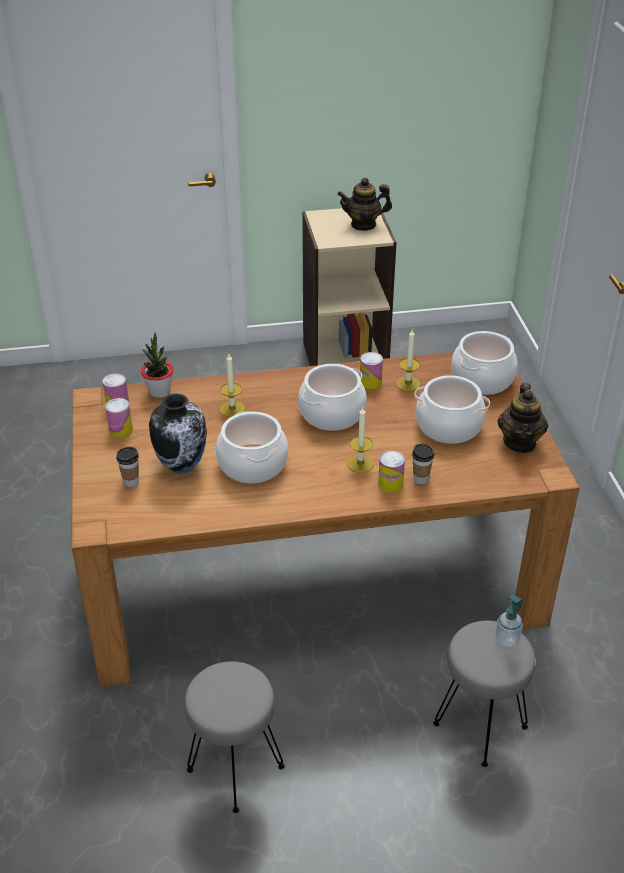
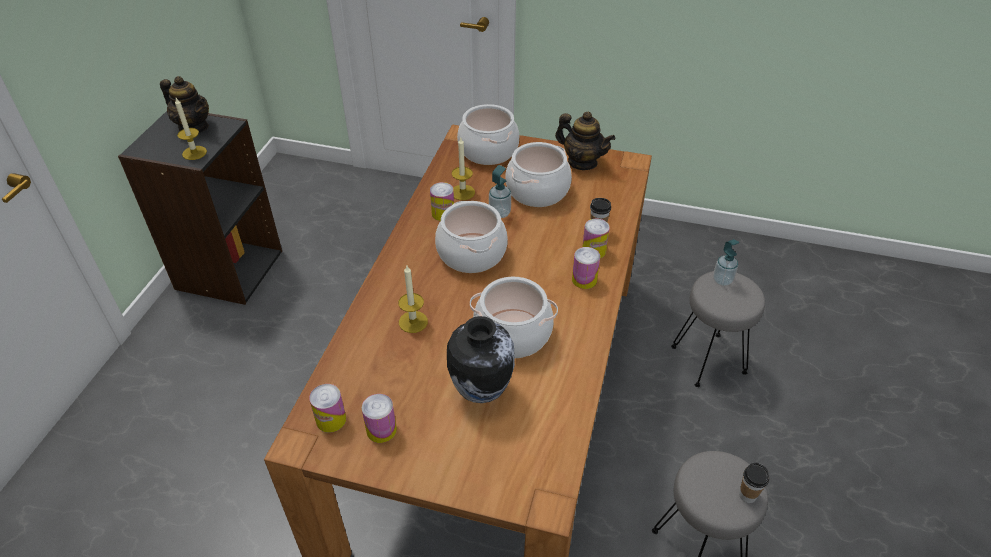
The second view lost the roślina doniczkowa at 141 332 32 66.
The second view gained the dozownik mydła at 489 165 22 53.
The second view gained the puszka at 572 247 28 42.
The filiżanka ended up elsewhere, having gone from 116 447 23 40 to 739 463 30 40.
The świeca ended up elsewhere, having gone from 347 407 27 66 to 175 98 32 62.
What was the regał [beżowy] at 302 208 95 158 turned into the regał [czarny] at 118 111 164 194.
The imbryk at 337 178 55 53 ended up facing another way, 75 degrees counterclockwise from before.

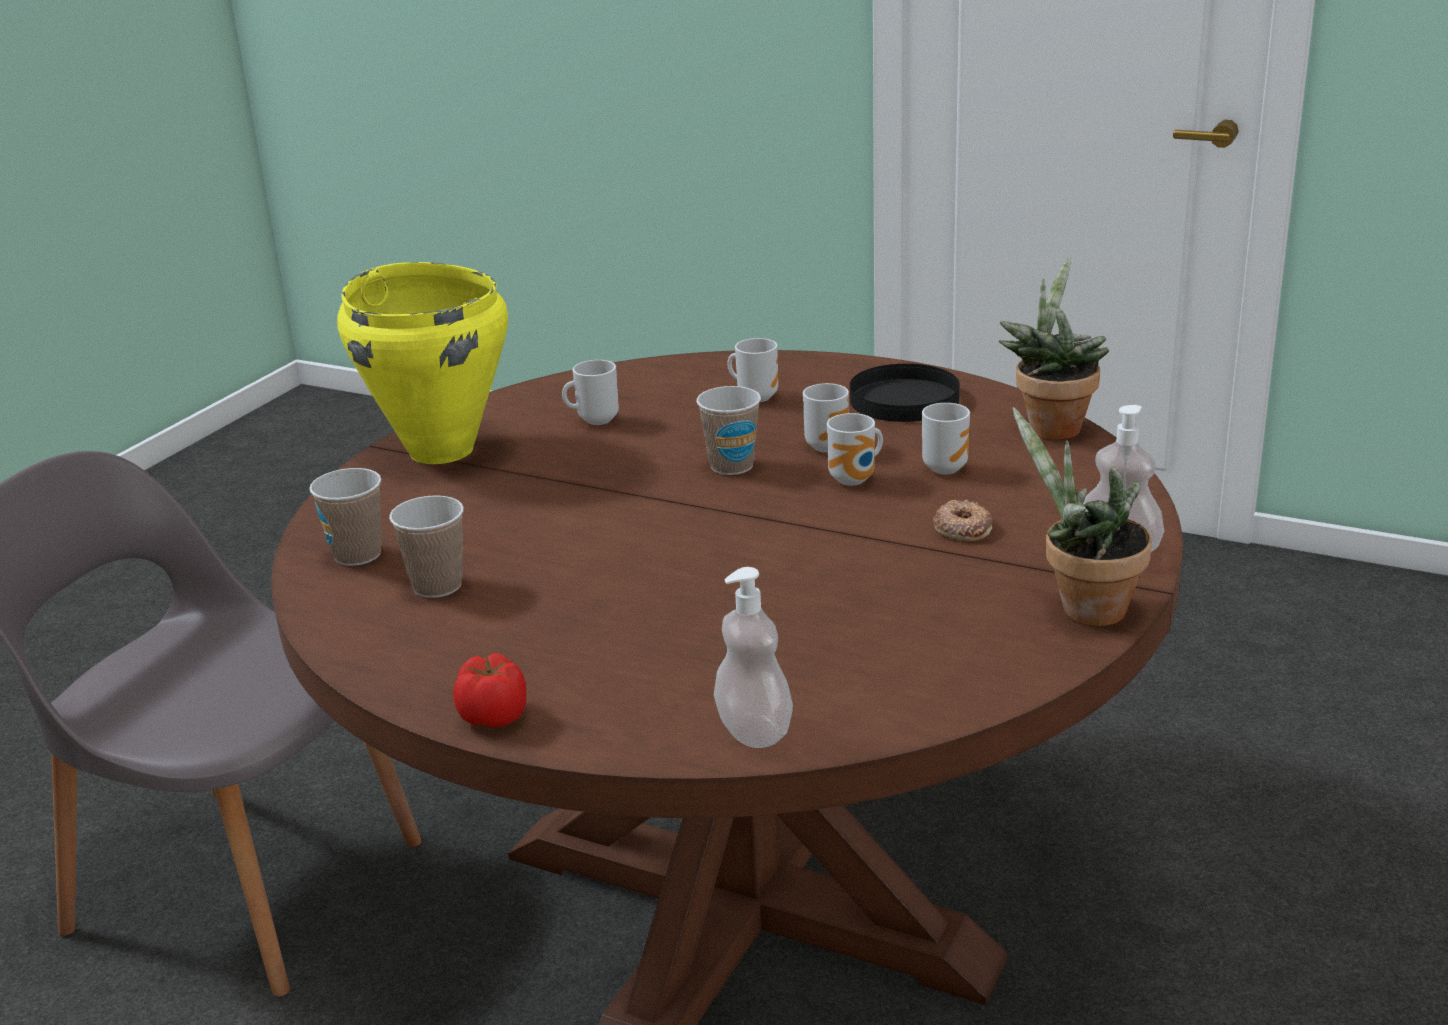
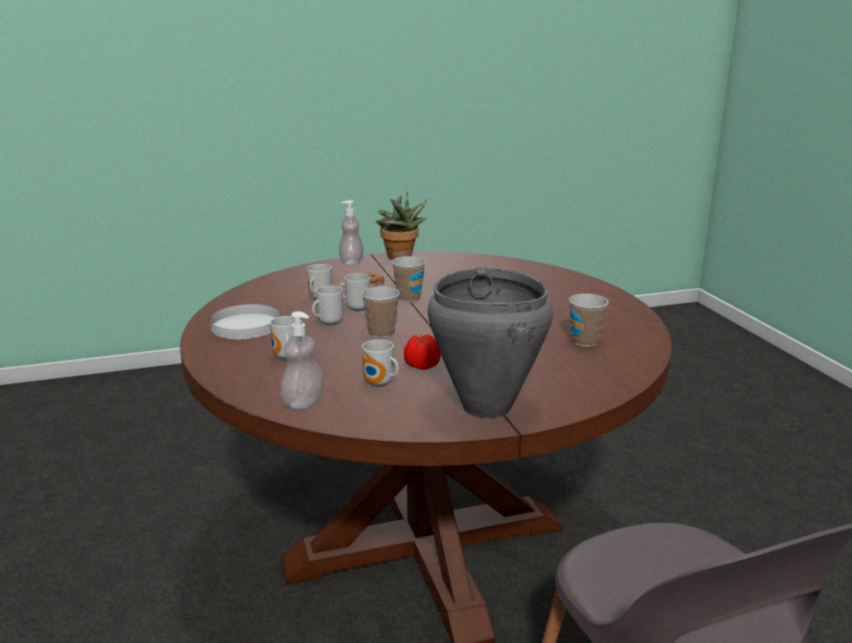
The second view lost the roślina doniczkowa at 999 257 110 183.
The filiżanka ended up elsewhere, having gone from 309 468 73 98 to 392 256 34 46.
The pomidor ended up elsewhere, having gone from 453 653 73 75 to 404 334 37 36.
The dozownik mydła ended up elsewhere, having gone from 714 567 79 181 to 280 311 44 99.
What was the garnek [żółty] at 337 262 171 202 turned into the garnek [szary] at 428 268 125 151.
What was the talerz [czarny] at 850 364 110 58 turned into the talerz [biały] at 210 304 70 35.

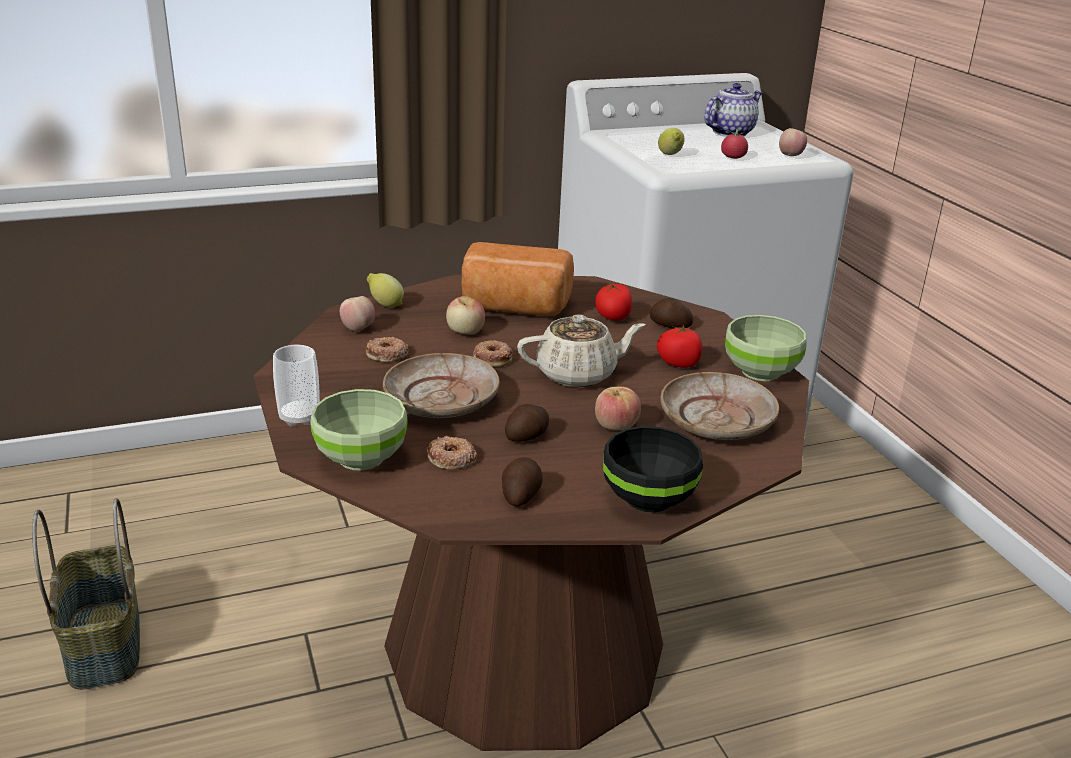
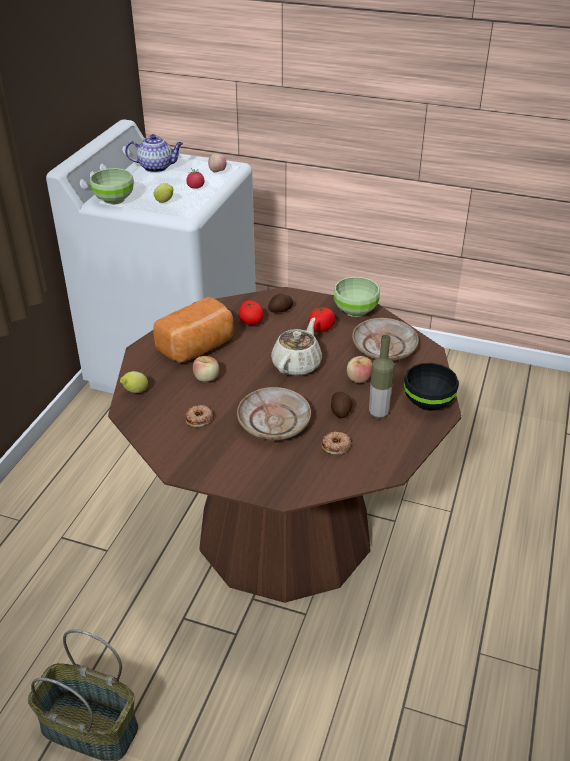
The second view lost the filiżanka at 273 345 47 82.
The second view lost the jabłko at 340 296 35 35.
The second view lost the donut at 473 340 40 27.
The second view lost the ziemniak at 502 457 40 49.
The second view gained the butelka at 369 335 26 84.
The miska [zielony] ended up elsewhere, having gone from 310 389 97 81 to 90 168 44 36.
The imbryk at 704 83 59 54 ended up facing another way, 90 degrees clockwise from before.

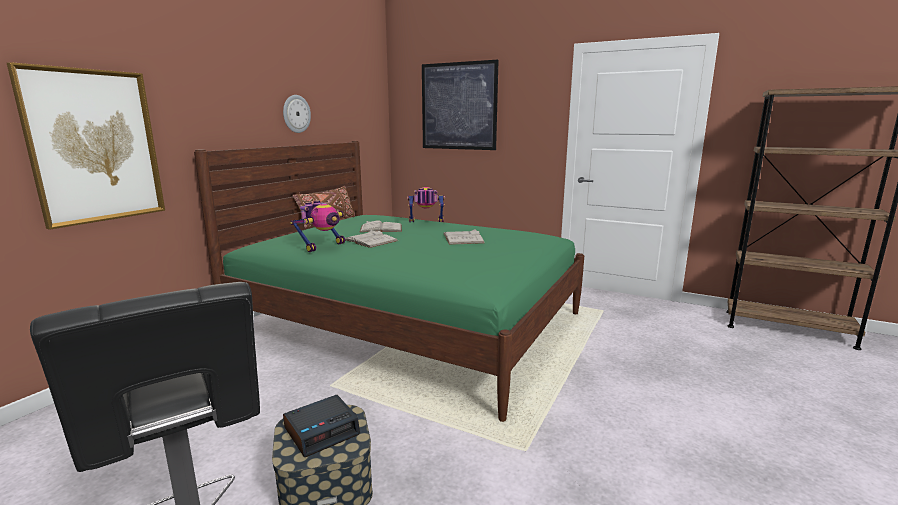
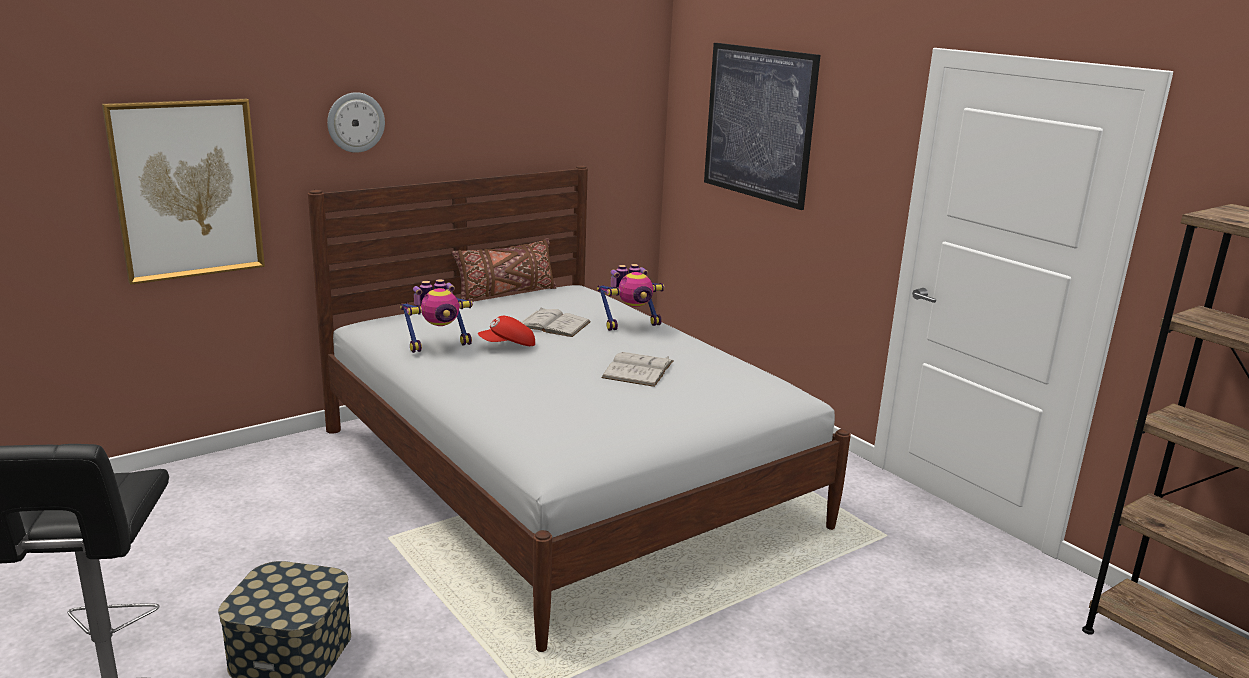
The second view lost the budzik at 283 394 77 63.
The zegar ścienny ended up elsewhere, having gone from 283 95 28 38 to 327 92 58 61.
Where the książka [biały] stood at 345 230 53 18, the czapka z daszkiem [czerwony] came to stand at 478 316 57 30.
What was the łóżko [zielony] at 194 141 390 281 turned into the łóżko [biały] at 308 165 543 487.
The robot zabawkowy at 407 187 38 35 ended up facing another way, 135 degrees clockwise from before.

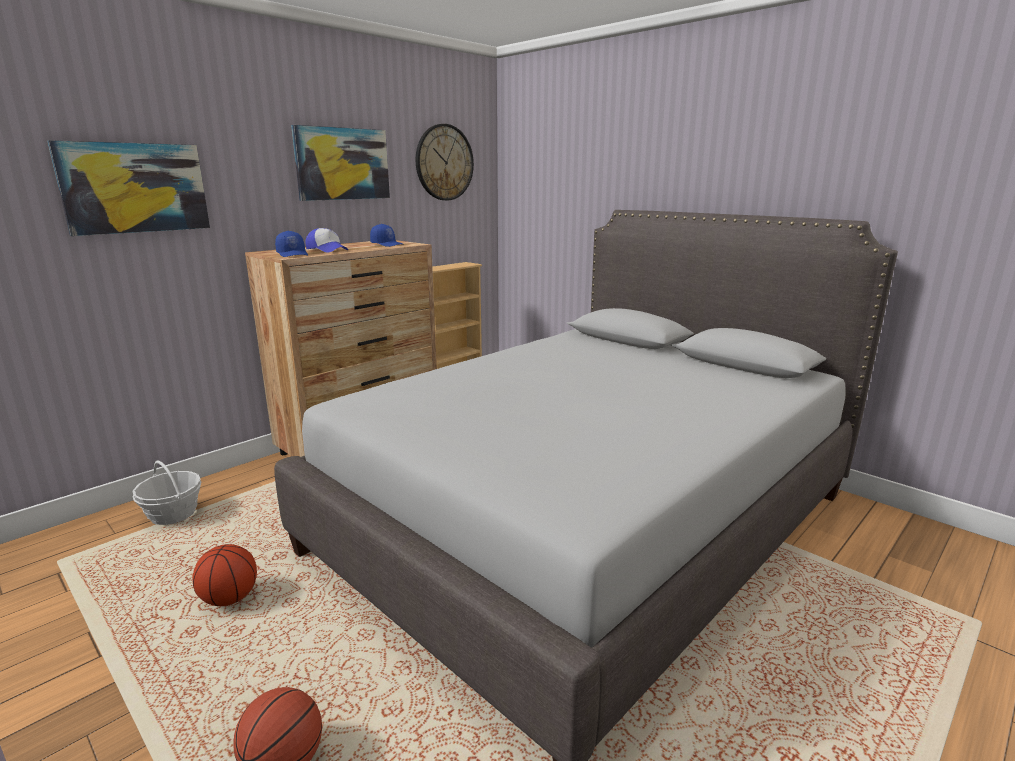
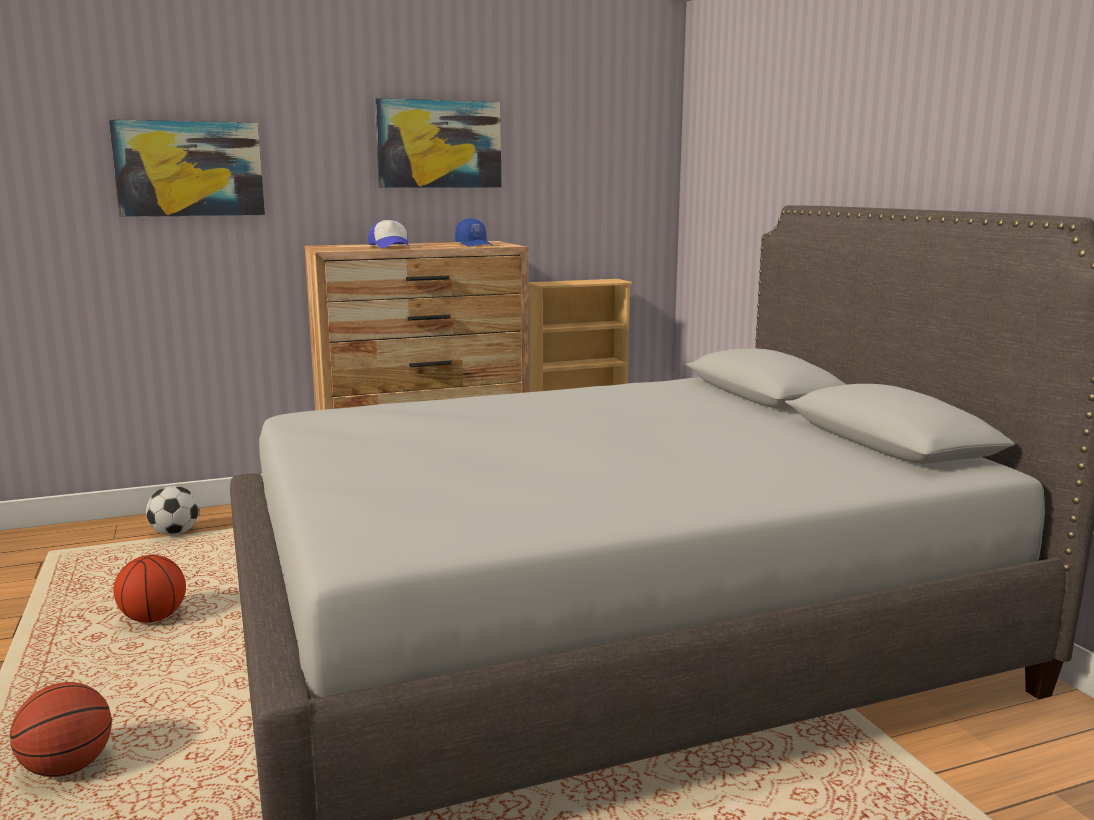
The second view lost the czapka z daszkiem [niebieski] at 275 231 33 26.
The second view lost the zegar ścienny at 416 124 58 76.
Where the koszyk stood at 133 461 68 64, the piłka futbolowa came to stand at 146 486 53 49.

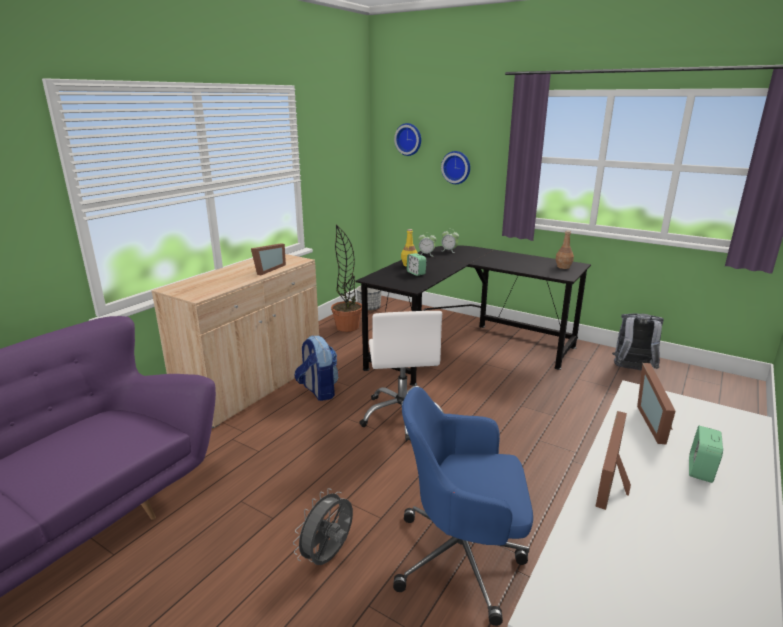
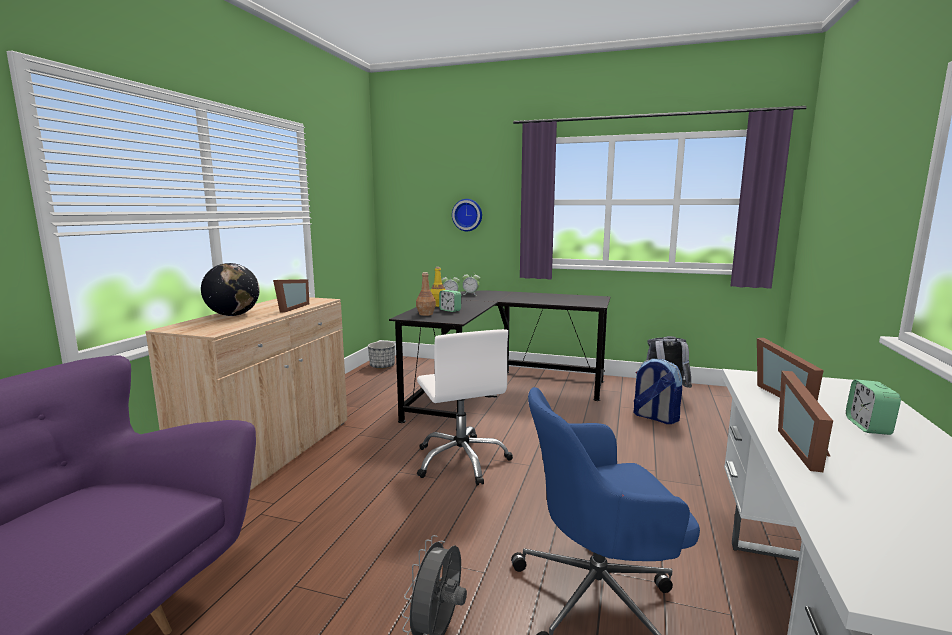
The second view lost the roślina doniczkowa at 331 225 31 107.
The second view lost the zegar ścienny at 394 123 27 33.
The second view gained the globus at 201 263 59 53.
The plecak ended up elsewhere, having gone from 295 336 44 65 to 634 358 48 66.
The butelka [brązowy] ended up elsewhere, having gone from 556 231 18 38 to 416 272 20 44.

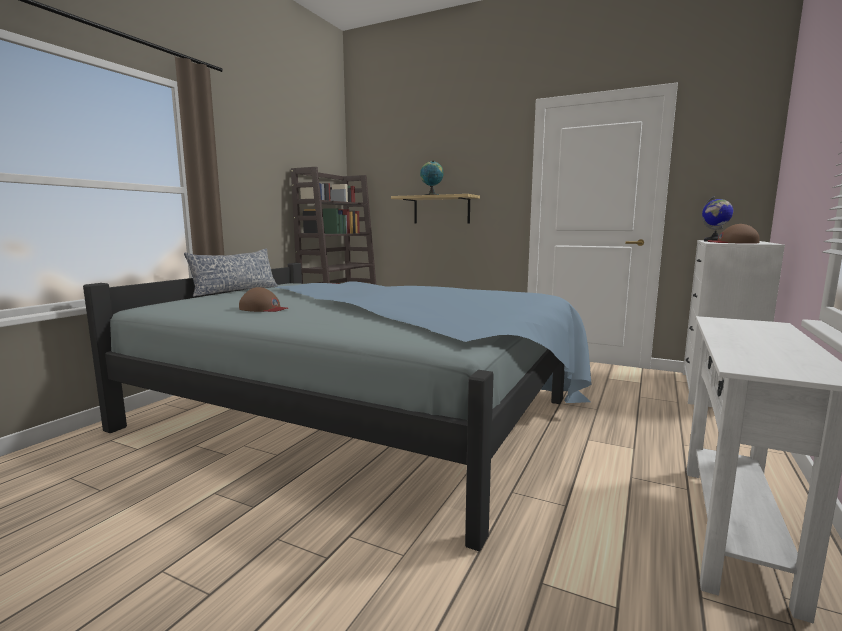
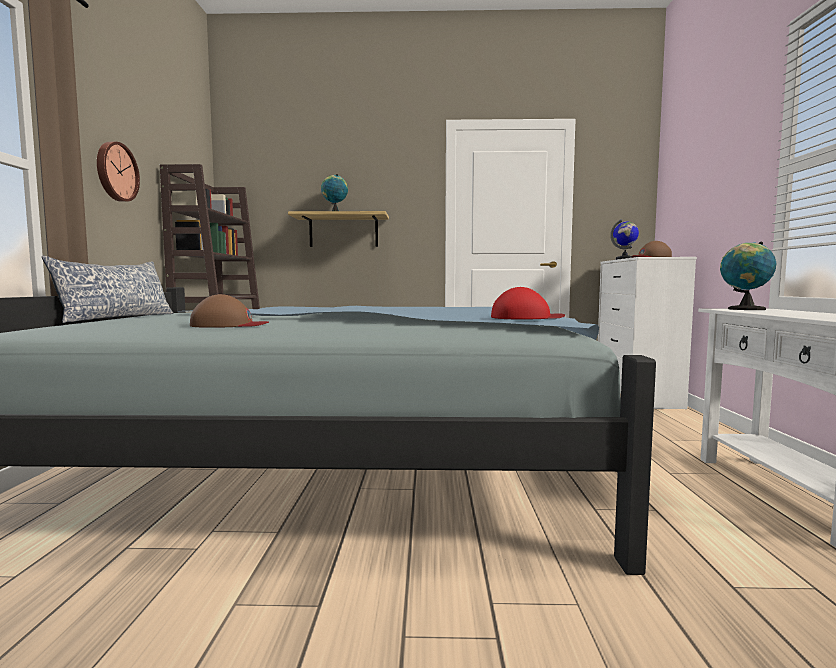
The second view gained the zegar ścienny at 97 142 43 60.
The second view gained the czapka z daszkiem [czerwony] at 491 287 74 32.
The second view gained the globus at 720 242 56 68.

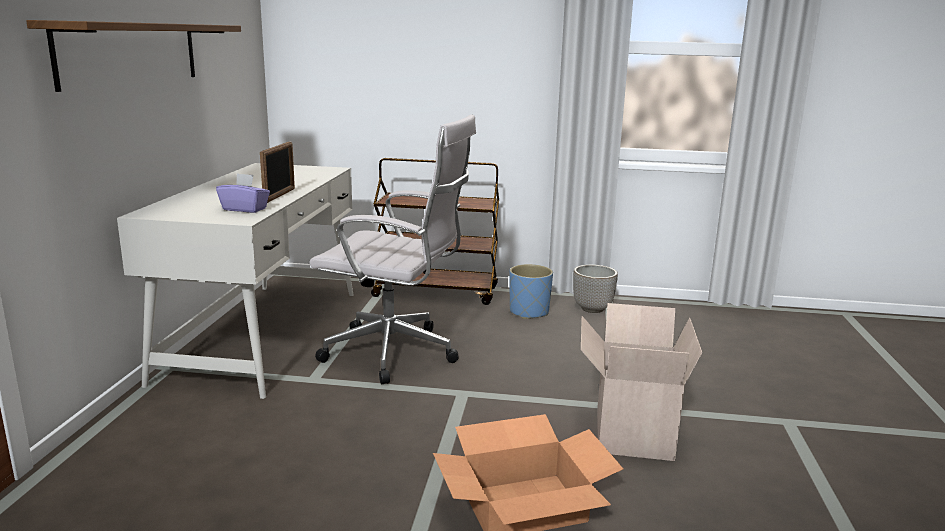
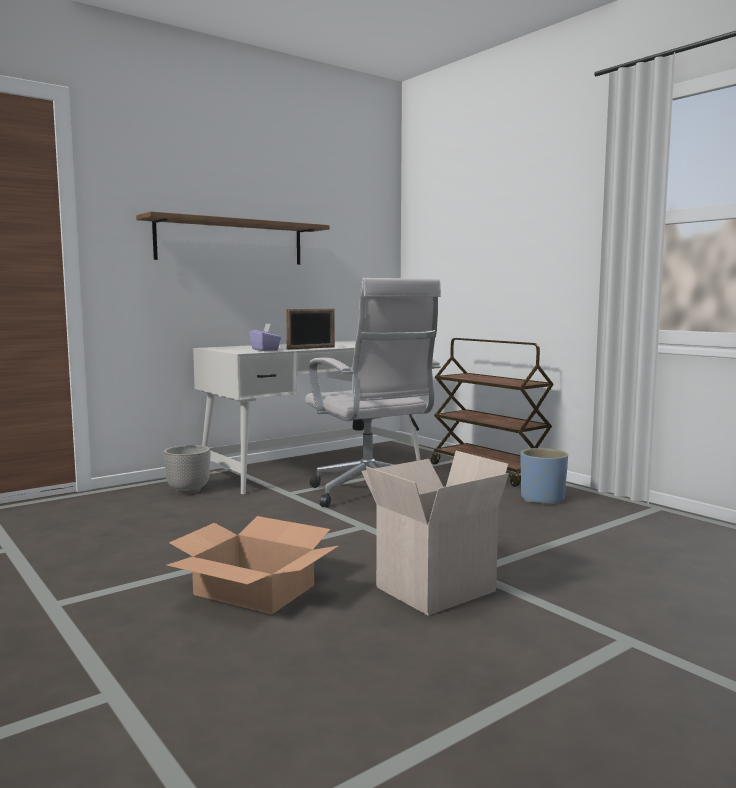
The donica ended up elsewhere, having gone from 573 265 45 48 to 163 445 47 49.

